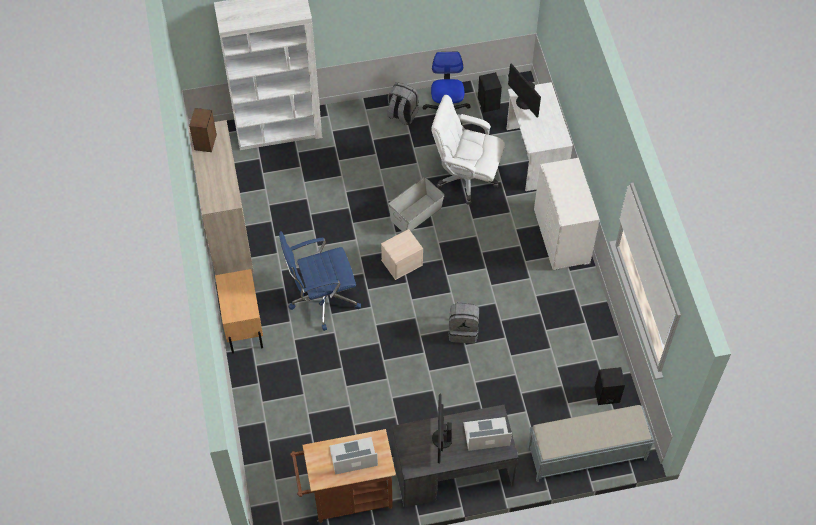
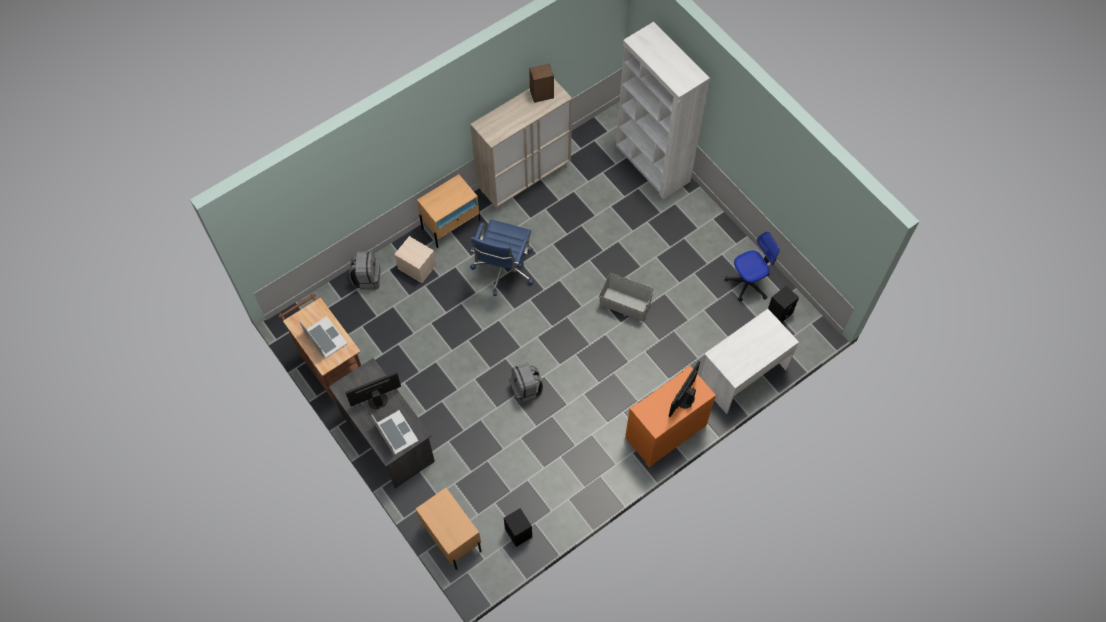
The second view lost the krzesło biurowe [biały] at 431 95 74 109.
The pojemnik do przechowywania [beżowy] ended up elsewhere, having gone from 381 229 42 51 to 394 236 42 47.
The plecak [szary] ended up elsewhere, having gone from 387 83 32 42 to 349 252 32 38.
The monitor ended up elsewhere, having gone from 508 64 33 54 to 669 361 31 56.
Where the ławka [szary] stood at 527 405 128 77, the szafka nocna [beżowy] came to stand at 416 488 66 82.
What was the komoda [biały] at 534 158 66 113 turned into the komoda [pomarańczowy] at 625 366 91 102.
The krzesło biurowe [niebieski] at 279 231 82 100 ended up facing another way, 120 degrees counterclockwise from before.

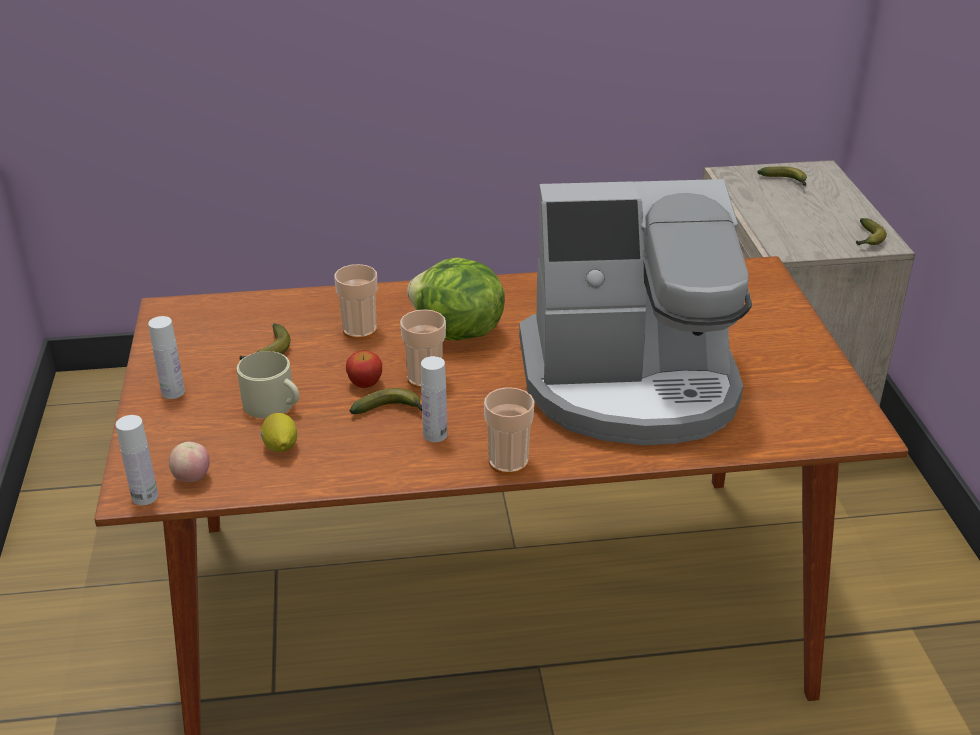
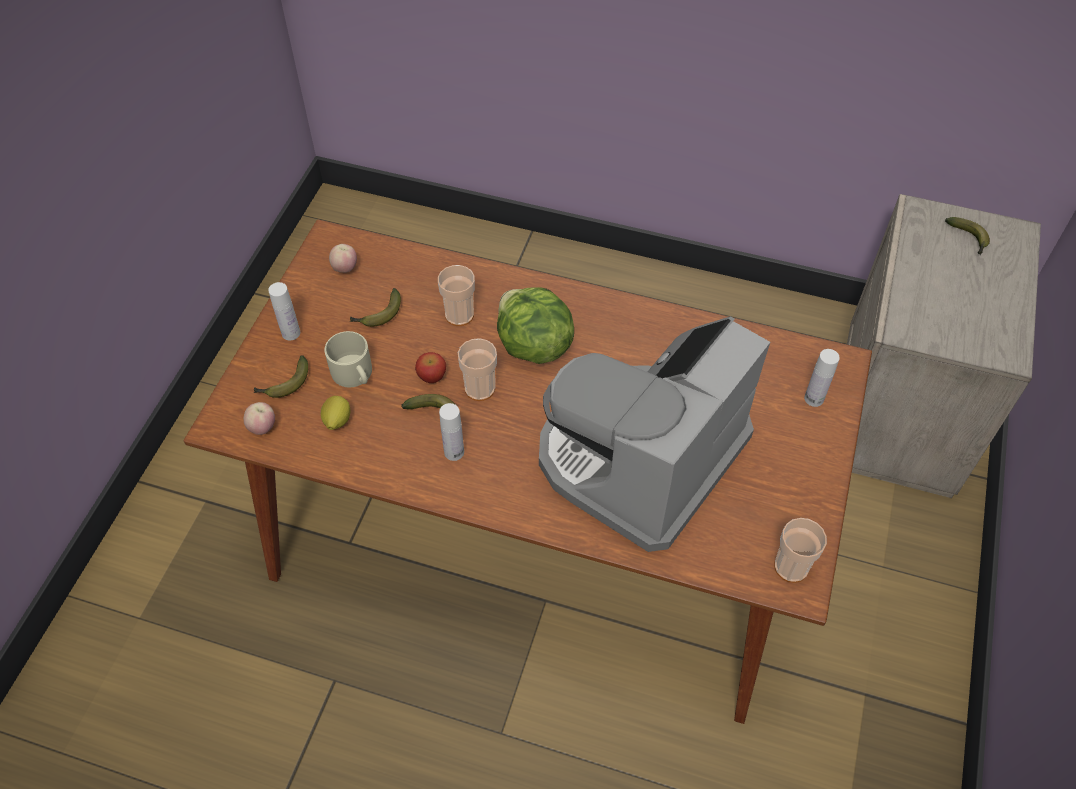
The second view gained the jabłko at 329 244 28 29.
The butelka [biały] ended up elsewhere, having gone from 116 415 42 90 to 804 349 36 58.
The filiżanka ended up elsewhere, having gone from 484 387 50 88 to 774 518 53 65.
The banan ended up elsewhere, having gone from 856 218 31 27 to 254 355 54 43.
The ekspres do kawy at 519 179 233 266 ended up facing another way, 105 degrees clockwise from before.

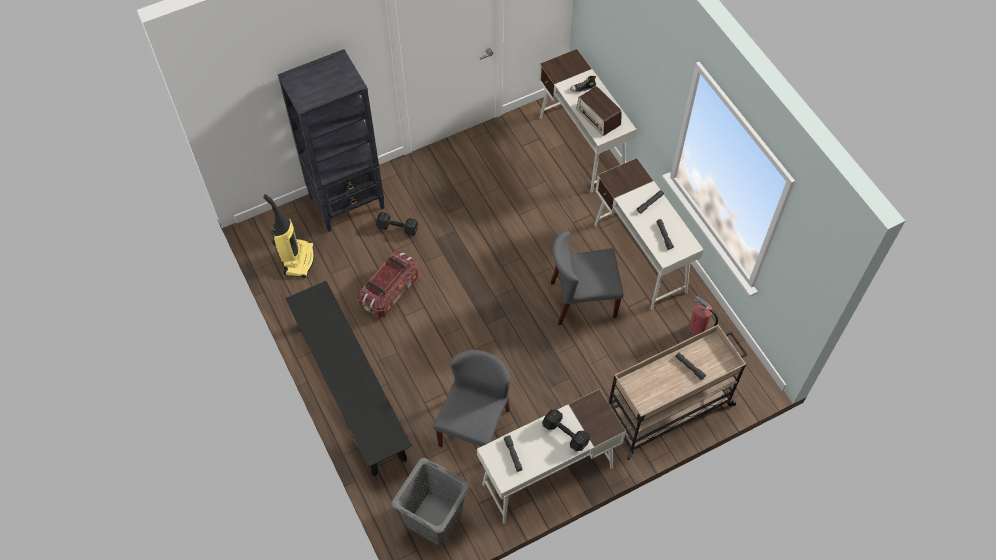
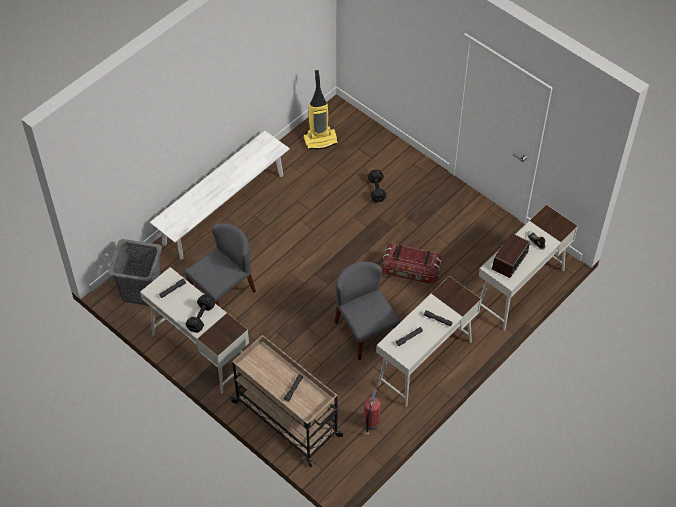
The second view lost the regał [czarny] at 278 49 107 183.
The pojemnik do przechowywania ended up elsewhere, having gone from 358 250 61 68 to 383 243 59 41.
What was the ławka [czarny] at 285 281 127 195 turned into the ławka [biały] at 150 131 140 129.
The krzesło [szary] at 433 350 77 97 ended up facing another way, 45 degrees counterclockwise from before.

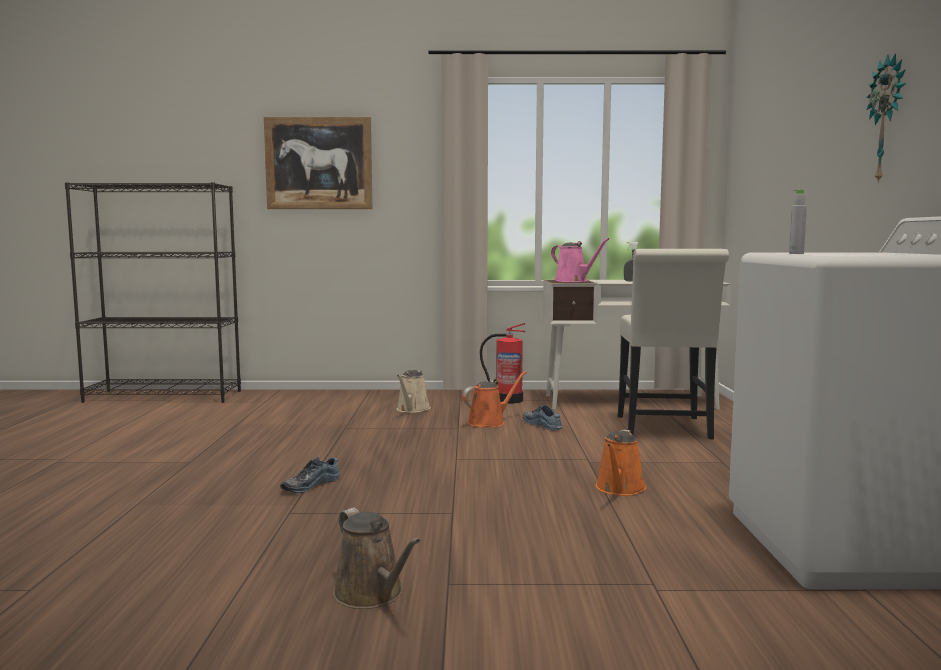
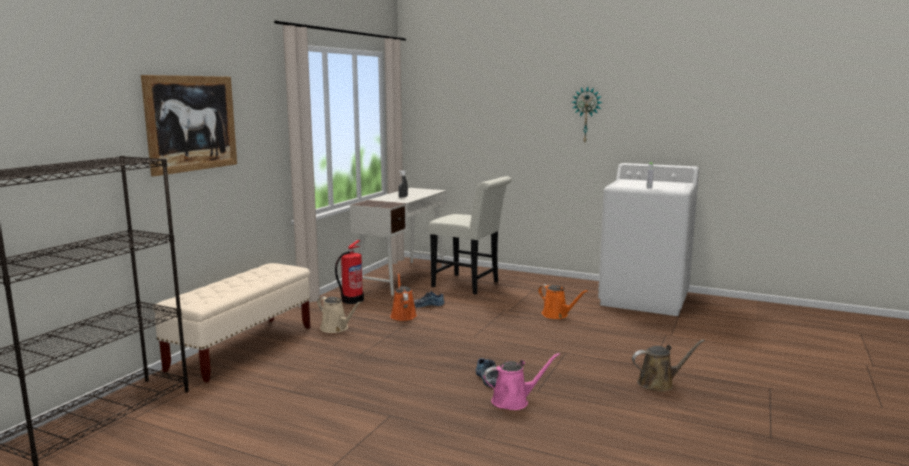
The second view gained the ławka [beżowy] at 153 263 157 120.
The konewka [różowy] ended up elsewhere, having gone from 551 238 58 44 to 483 353 77 57.

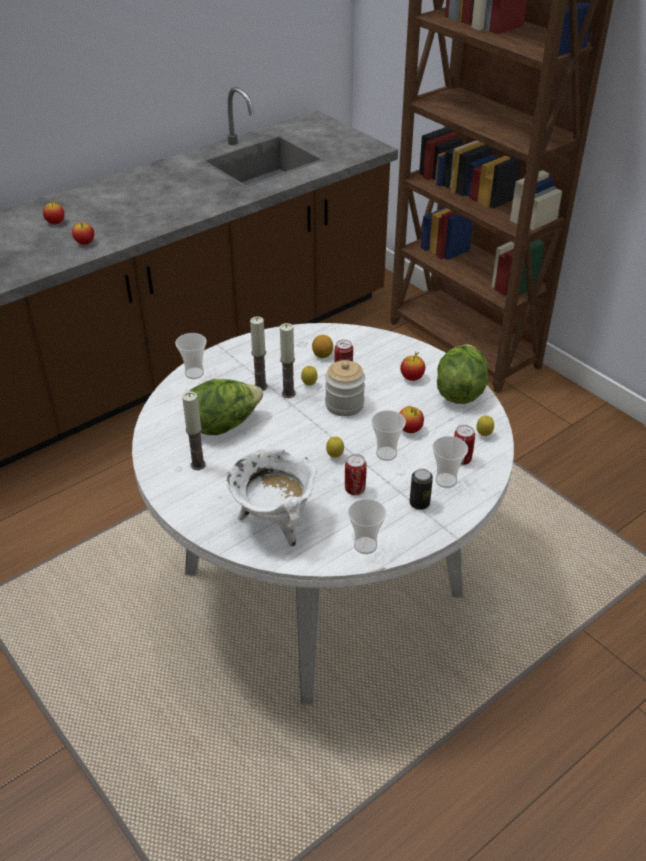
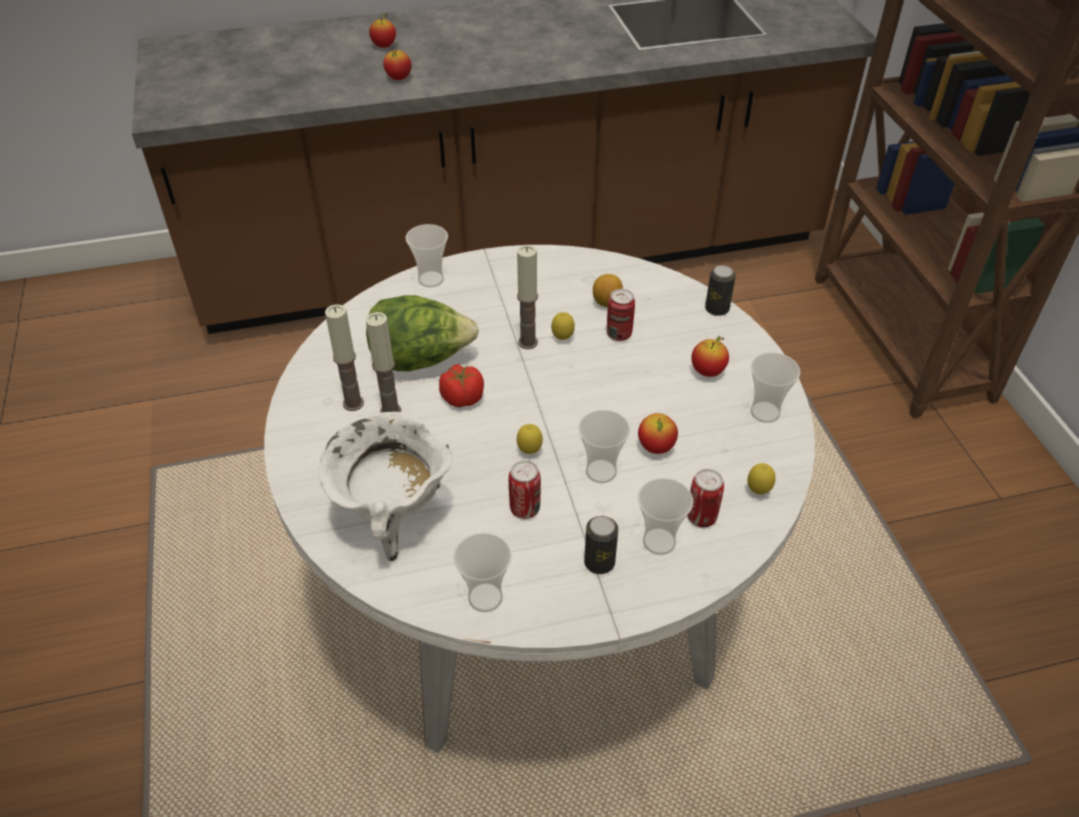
The second view lost the słoik at 325 360 40 56.
The second view gained the pomidor at 439 364 45 43.
The second view gained the puszka at 705 265 31 51.
The świeca ended up elsewhere, having gone from 250 316 18 75 to 366 312 35 101.
Where the sałata stood at 437 344 51 60, the filiżanka came to stand at 751 352 49 71.

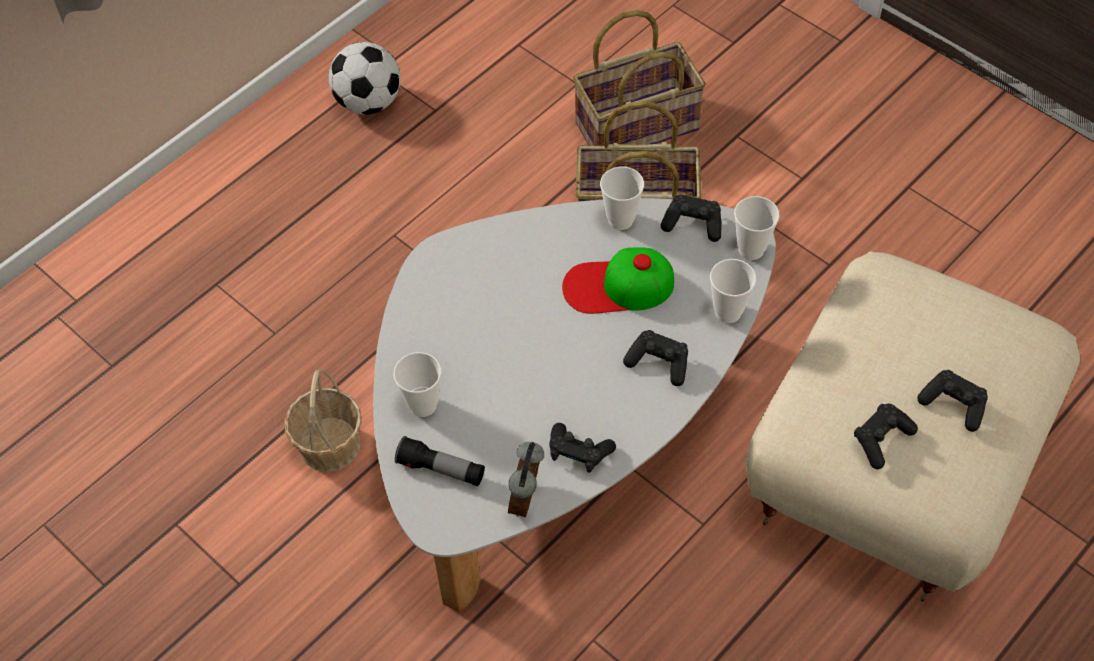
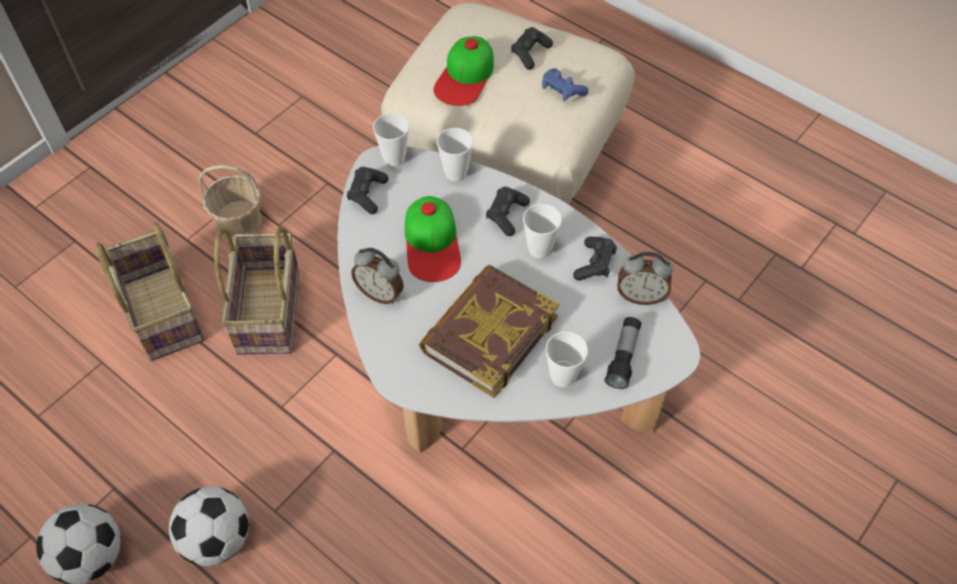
The second view gained the piłka futbolowa at 169 487 80 79.
The second view gained the budzik at 351 248 53 56.
The second view gained the książka at 419 265 140 133.
The second view gained the czapka z daszkiem at 433 36 61 70.
The koszyk ended up elsewhere, having gone from 284 369 78 103 to 199 165 63 73.
The filiżanka ended up elsewhere, having gone from 600 167 44 63 to 523 204 39 55.
What was the pad do gier [czarny] at 854 403 64 66 turned into the pad do gier [niebieski] at 542 68 47 34.

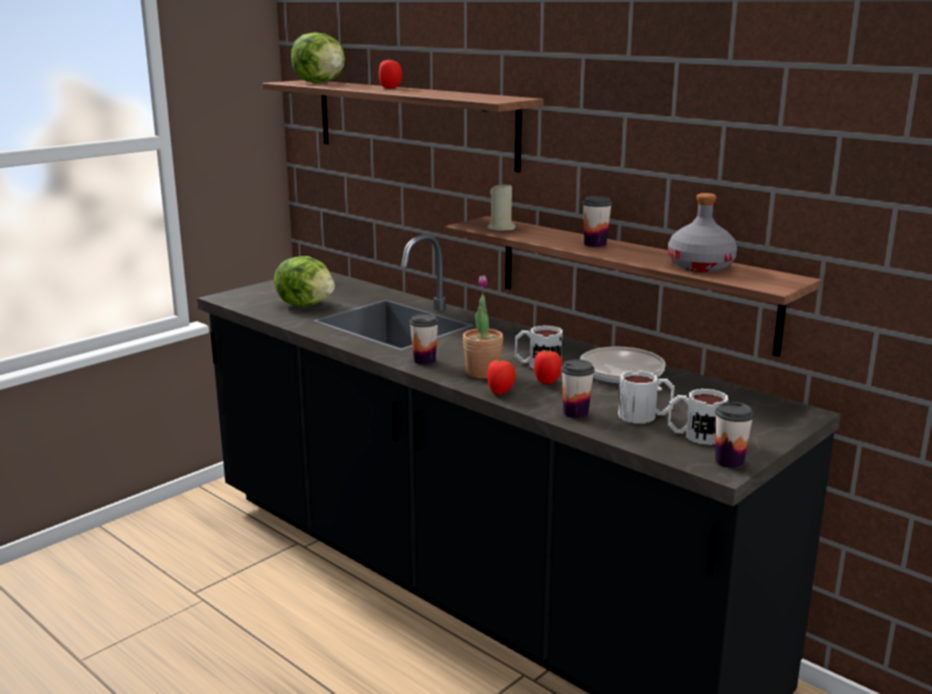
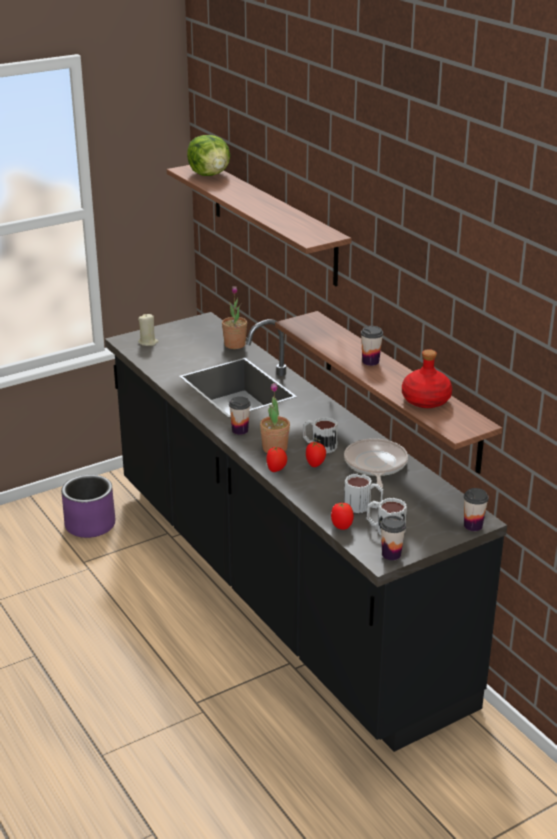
The second view lost the sałata at 274 256 61 51.
The second view gained the donica [fioletowy] at 61 475 54 63.
The second view gained the roślina doniczkowa at 222 286 25 63.
The pomidor ended up elsewhere, having gone from 379 59 23 30 to 331 503 23 27.
The świeca [beżowy] ended up elsewhere, having gone from 487 182 29 49 to 138 314 21 32.
The filiżanka ended up elsewhere, having gone from 561 359 34 59 to 464 488 25 43.
What was the butelka [szary] at 668 193 69 79 turned into the butelka [czerwony] at 402 349 50 59.

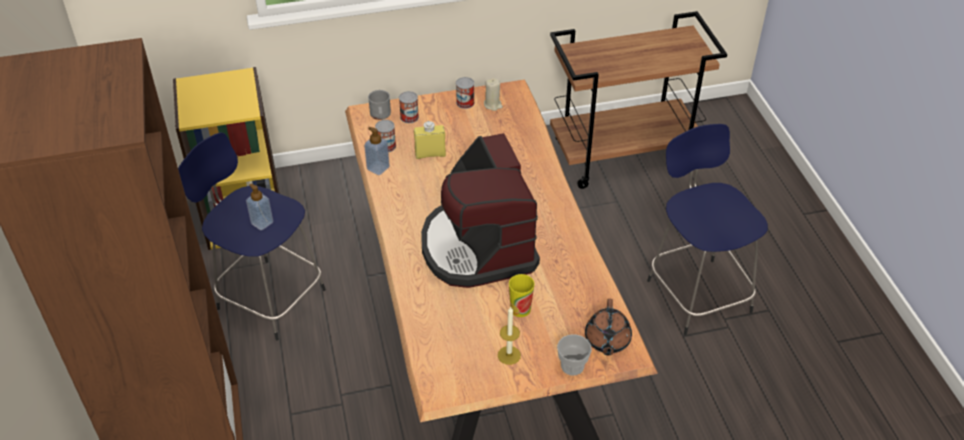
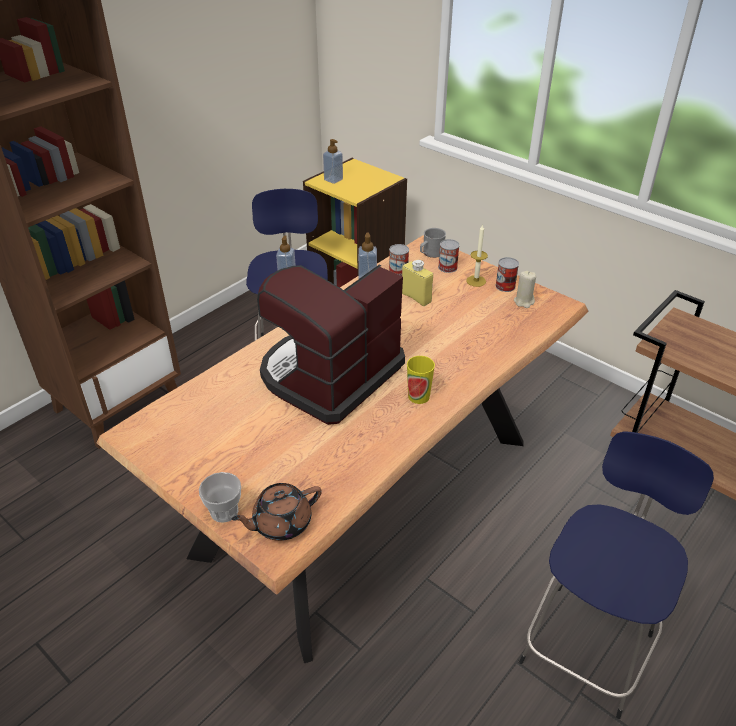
The second view gained the dozownik mydła at 323 139 20 45.
The świeca ended up elsewhere, having gone from 498 307 23 58 to 466 224 22 63.
The filiżanka ended up elsewhere, having gone from 509 274 26 43 to 407 356 28 48.

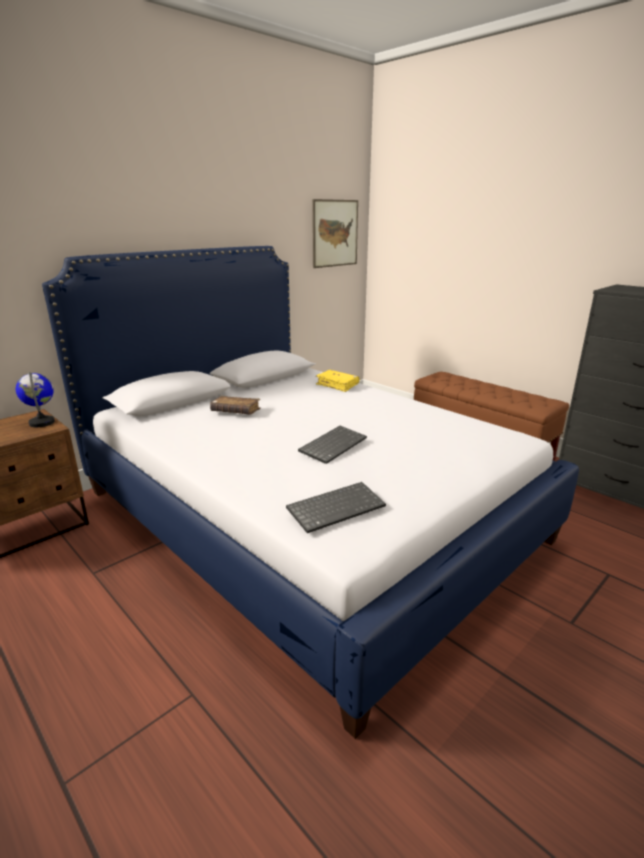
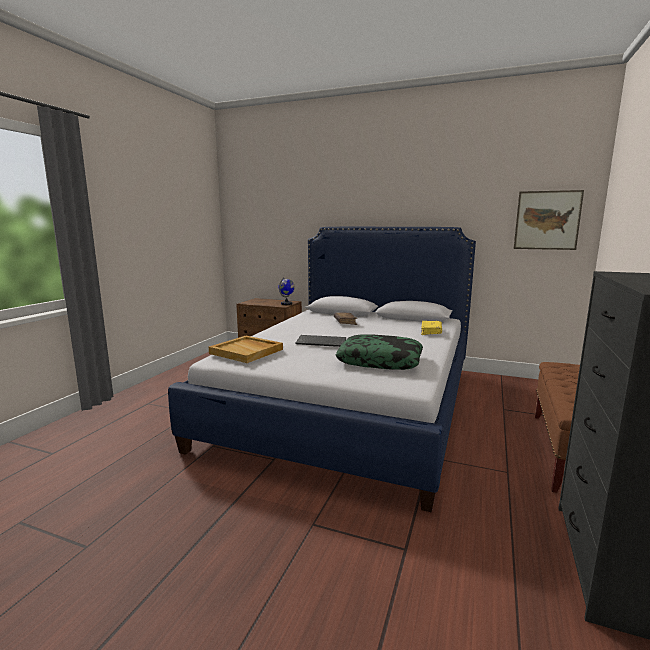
The second view gained the poduszka at 336 335 87 35.
Where the klawiatura stood at 286 482 100 51, the taca [beżowy] came to stand at 209 336 74 27.

